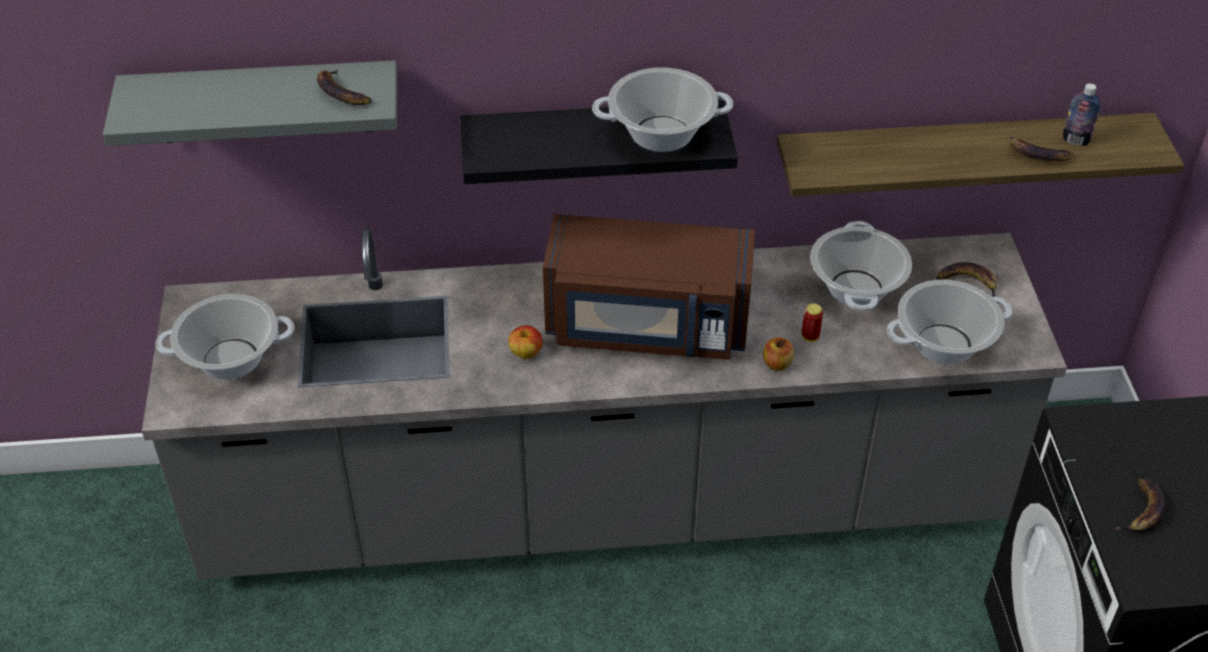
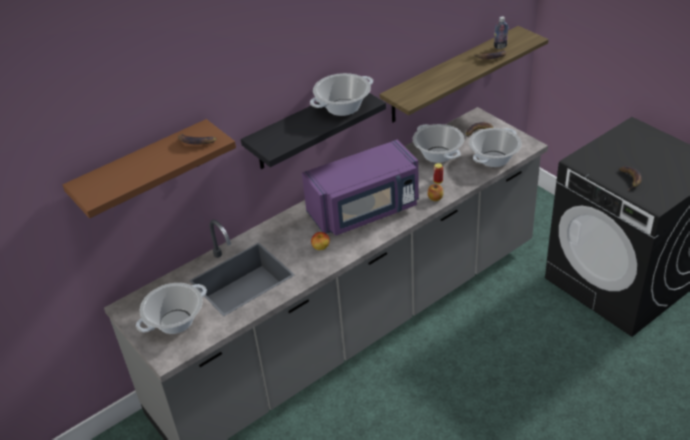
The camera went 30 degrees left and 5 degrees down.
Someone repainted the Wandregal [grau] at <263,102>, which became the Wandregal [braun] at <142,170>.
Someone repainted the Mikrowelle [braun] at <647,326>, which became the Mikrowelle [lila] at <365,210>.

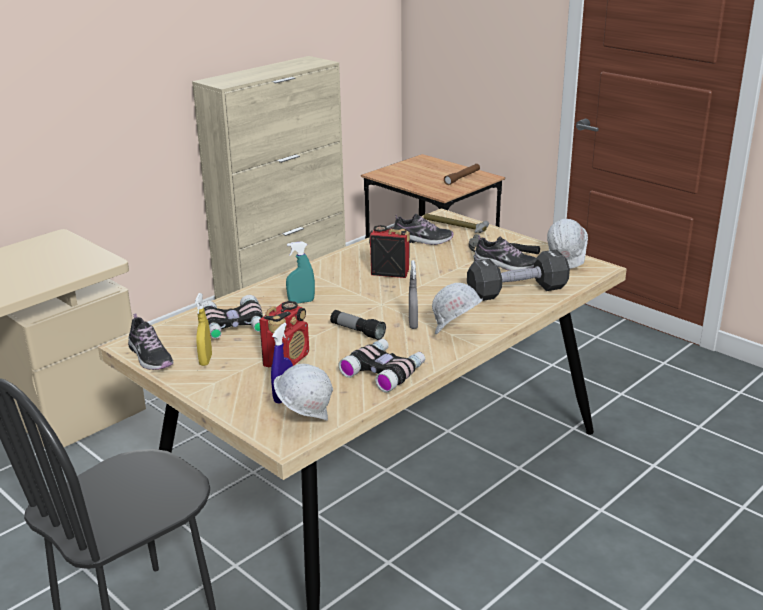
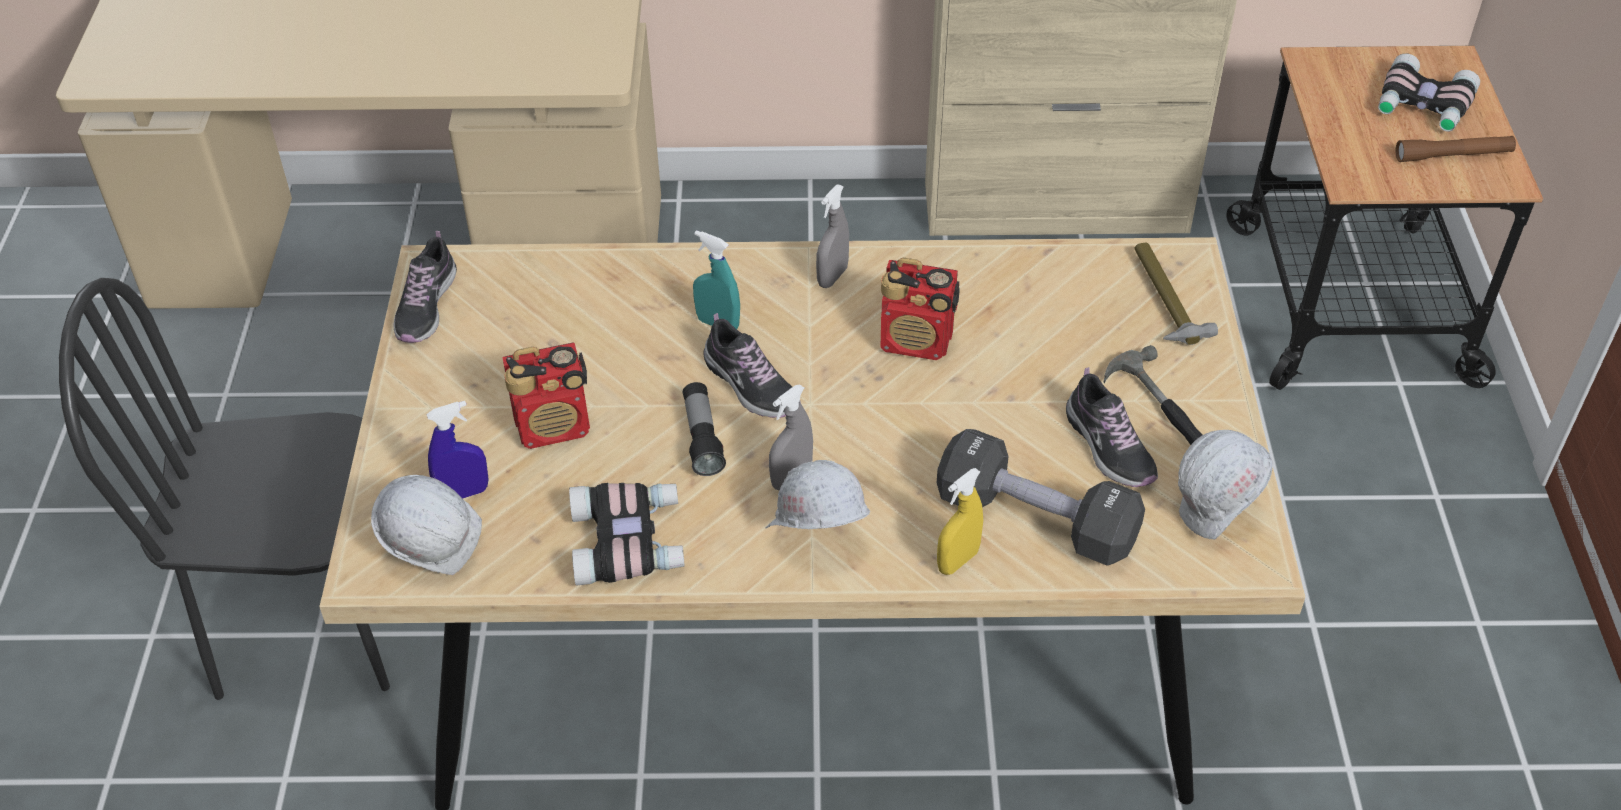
The camera went 45 degrees right and 20 degrees up.
Someone carried the Schuh from <422,240> to <750,385>.
Someone put down the Sprühflasche [grau] at <832,277>.
Someone rotated the Radio at <390,272> by 135 degrees clockwise.
Someone carried the Sprühflasche [gelb] from <205,360> to <957,561>.
Someone carried the Fernglas from <233,326> to <1422,106>.

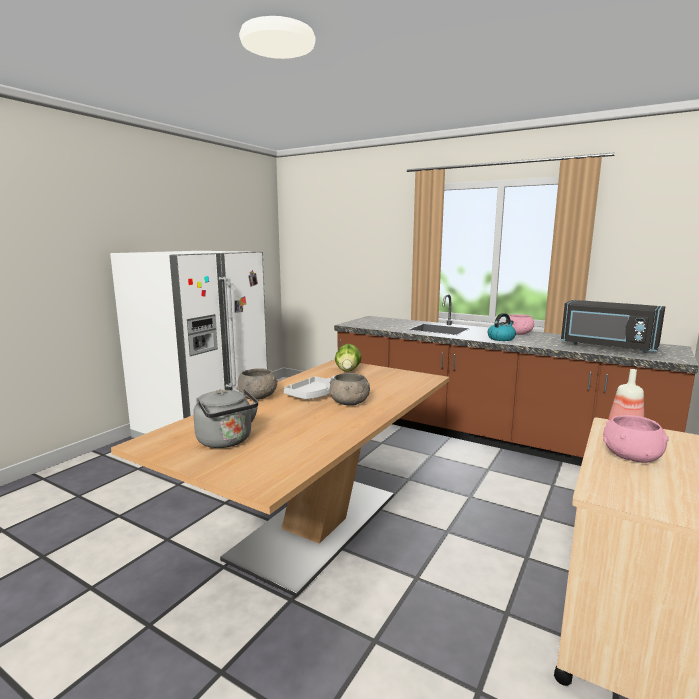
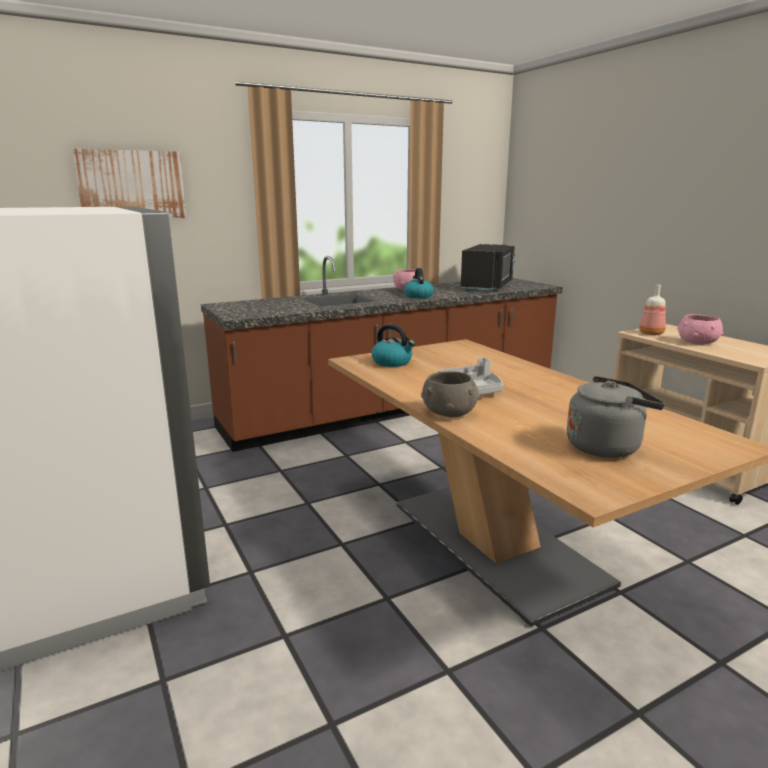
The camera went 60 degrees left and 5 degrees up.
Someone put up the Bild at <132,185>.
Someone swapped the Salatkopf at <348,371> for the Wasserkessel at <392,362>.
Someone rotated the Mikrowelle [schwarz] at <607,346> by 45 degrees counterclockwise.
Someone took away the Schüssel [grau] at <349,403>.

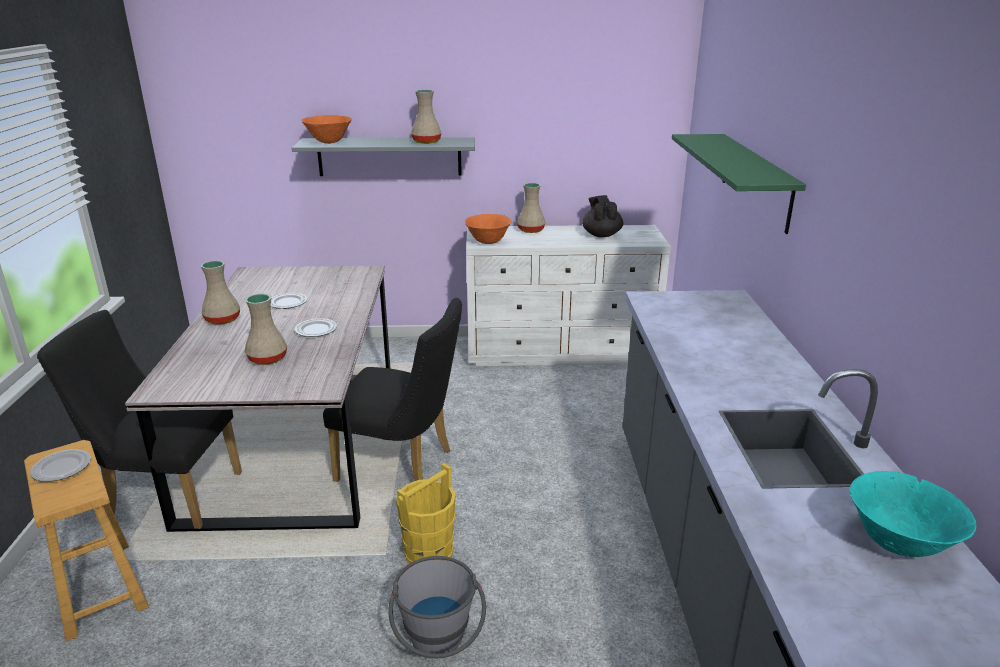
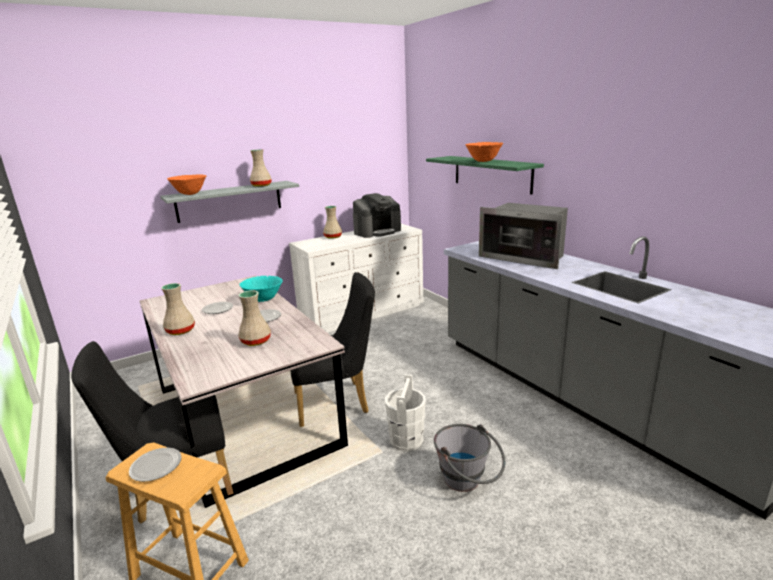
The camera went 30 degrees left and 5 degrees down.
Someone carried the Schüssel [türkis] from <897,544> to <263,300>.
Someone swapped the Teekanne [schwarz] at <601,235> for the Kaffeemaschine at <377,231>.
Someone repainted the Eimer [gelb] at <429,551>, which became the Eimer [weiß] at <406,439>.
Someone carried the Schüssel [orange] from <488,242> to <483,161>.
Someone put down the Mikrowelle at <524,257>.

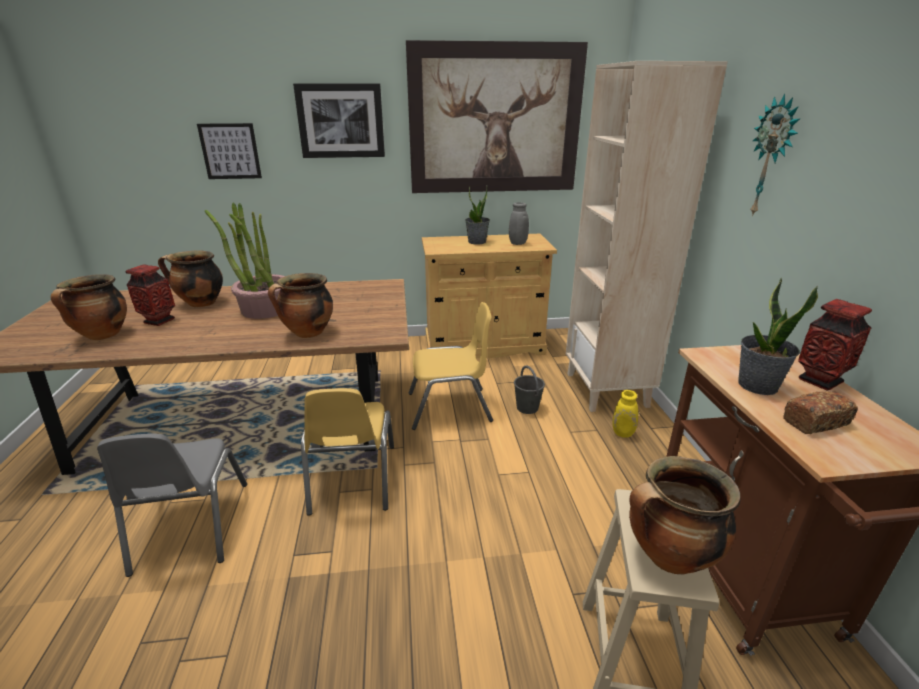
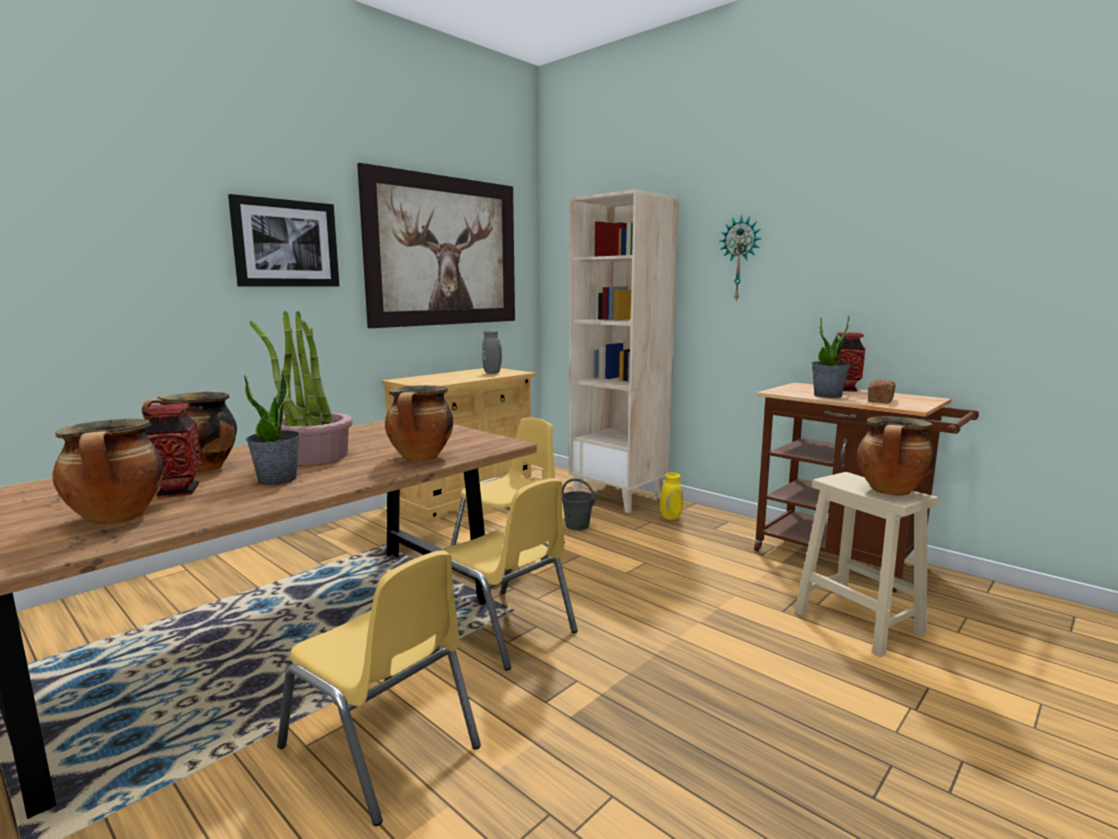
The camera went 40 degrees left and 15 degrees down.
Someone carried the Topfpflanze from <477,242> to <278,479>.
Someone repainted the Stuhl [grau] at <190,527>, which became the Stuhl [gelb] at <381,747>.
Someone took away the Bild at <230,151>.

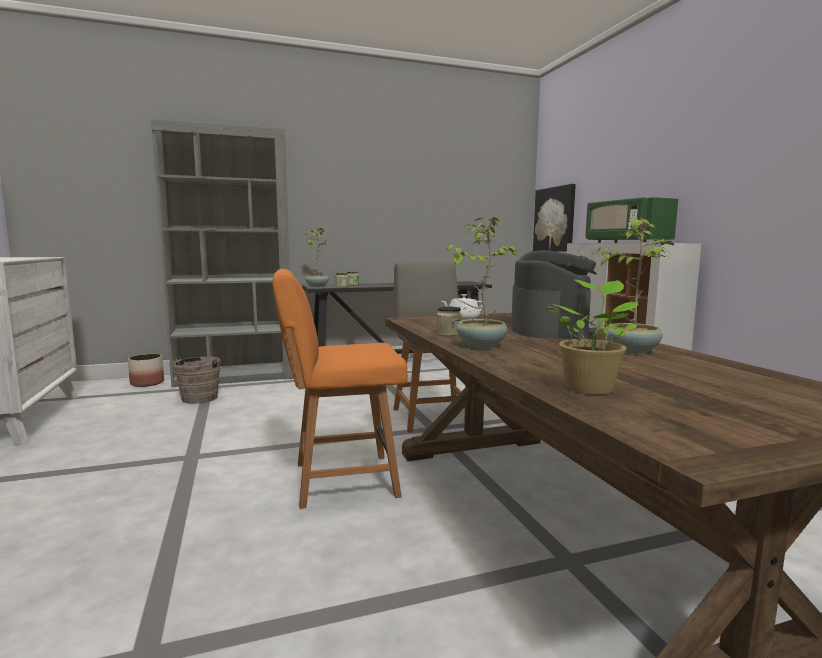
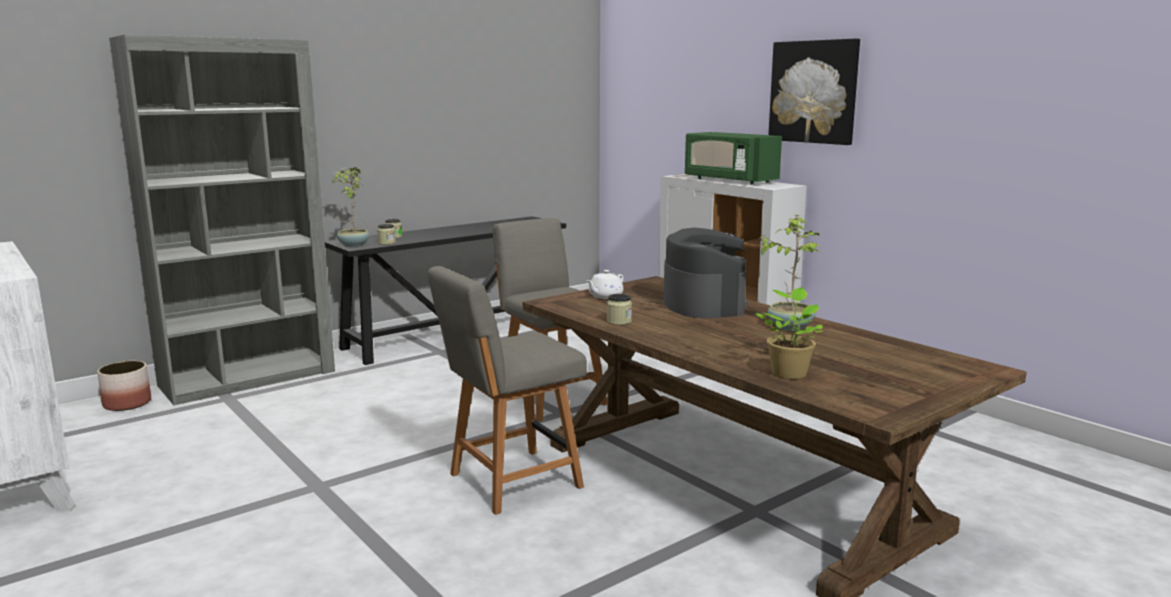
The camera went 20 degrees left and 5 degrees up.
Someone repainted the Stuhl [orange] at <340,480>, which became the Stuhl [grau] at <511,482>.
Someone carried the Bild from <554,219> to <814,92>.
Someone took away the Eimer [braun] at <197,399>.
Someone took away the Topfpflanze at <480,345>.

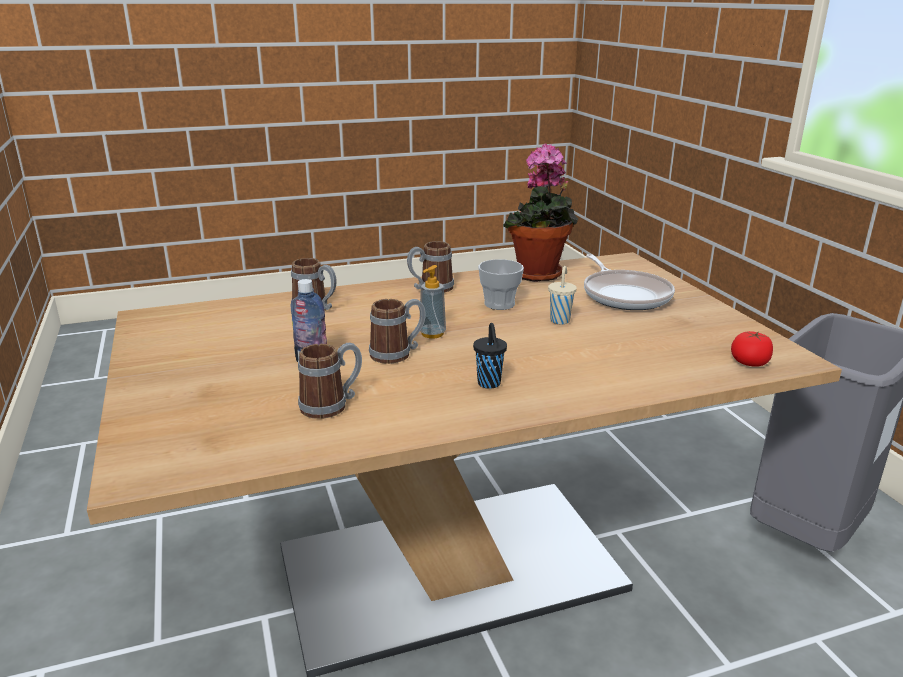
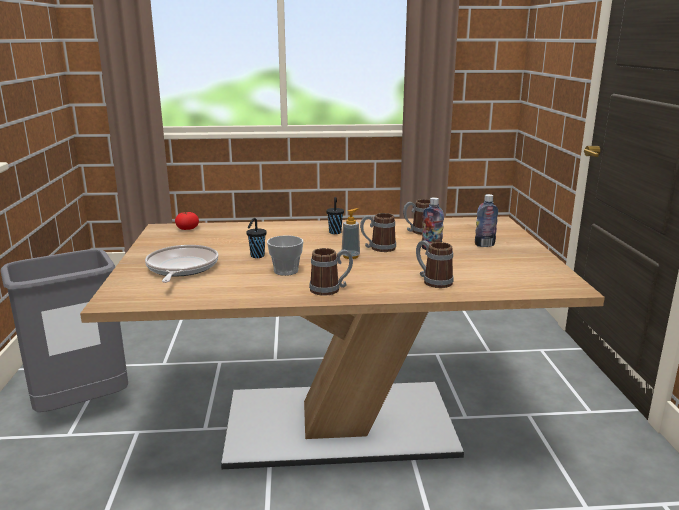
The camera went 165 degrees left and 5 degrees down.
Someone repainted the Tasse [beige] at <560,320>, which became the Tasse [schwarz] at <257,256>.
Someone put down the Flasche at <484,245>.
Someone took away the Topfpflanze at <538,276>.

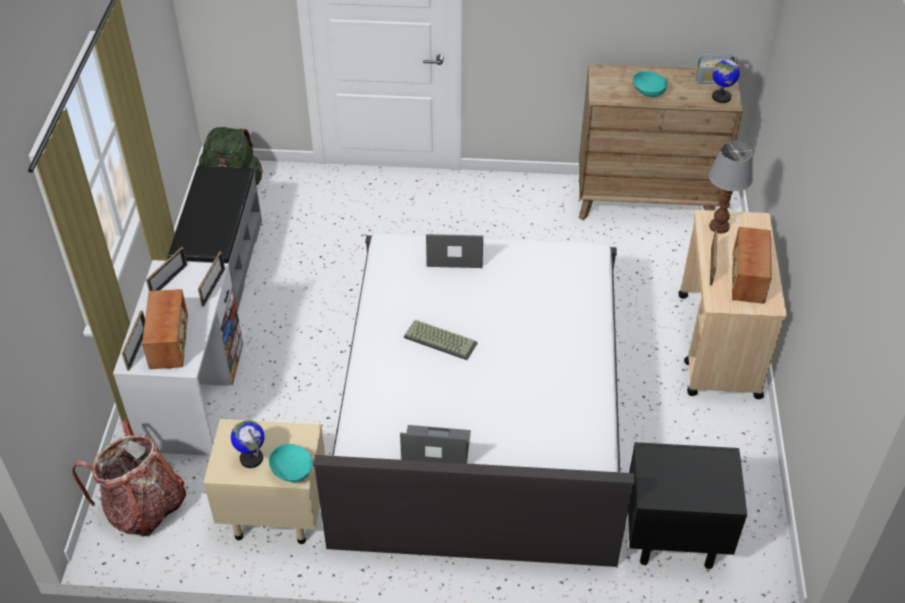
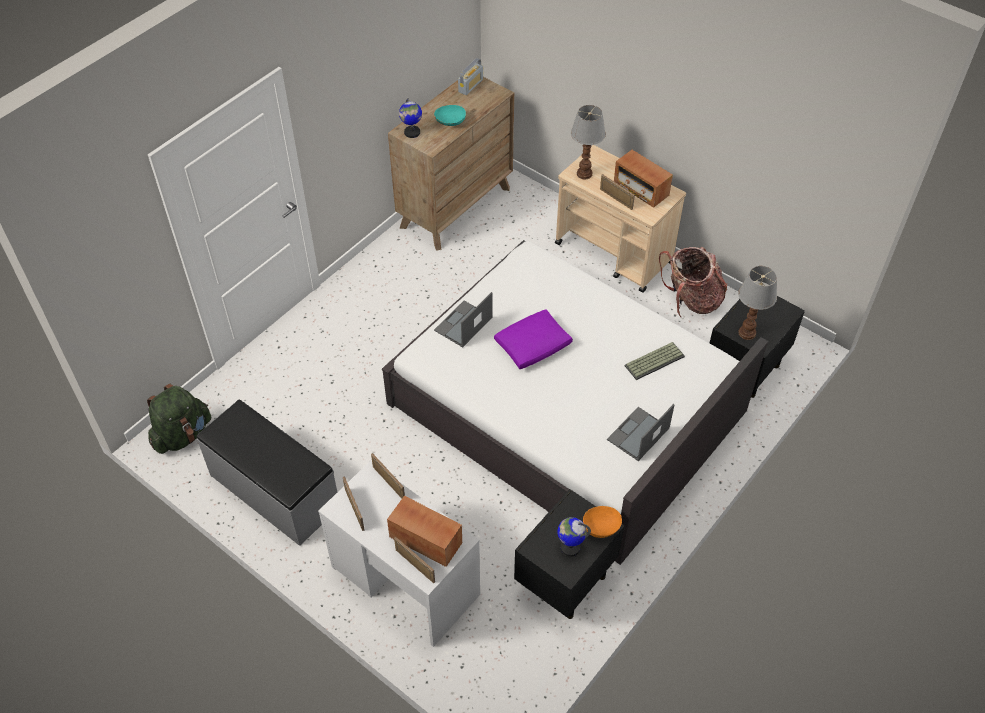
The camera went 55 degrees left and 5 degrees up.
Someone carried the Globus from <721,97> to <412,132>.
Someone put down the Kissen [lila] at <532,346>.
Someone repainted the Nachttisch [beige] at <274,513>, which became the Nachttisch [schwarz] at <564,582>.
Someone repainted the Schüssel [türkis] at <292,471>, which became the Schüssel [orange] at <601,527>.
Someone carried the Tastatur from <441,340> to <654,360>.
Someone carried the Rucksack from <144,507> to <691,300>.
Someone put down the Tischlampe at <746,333>.

